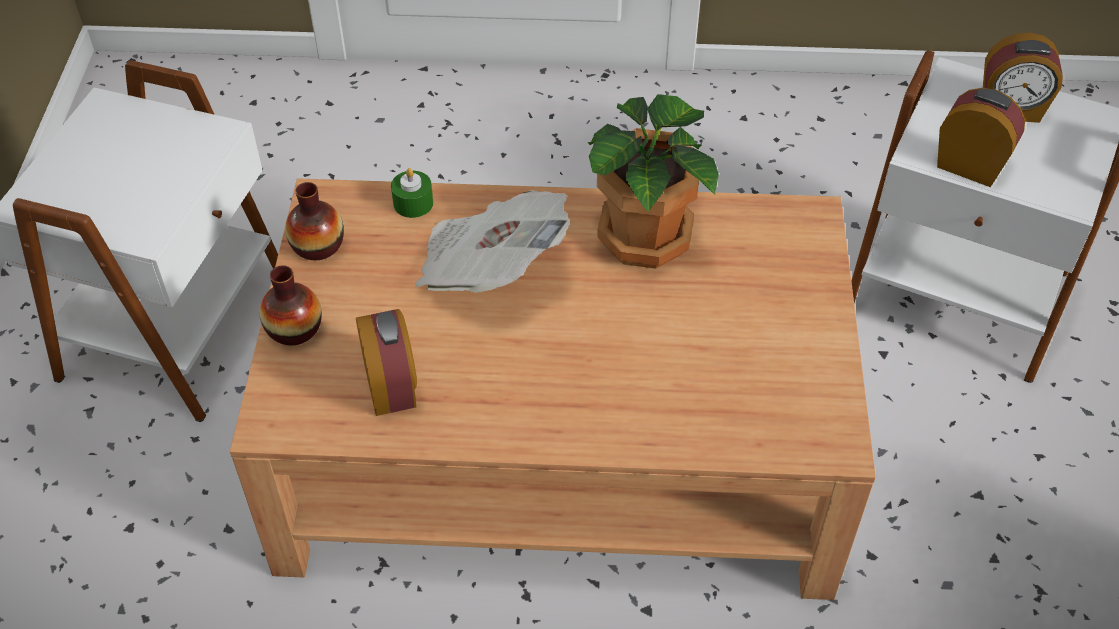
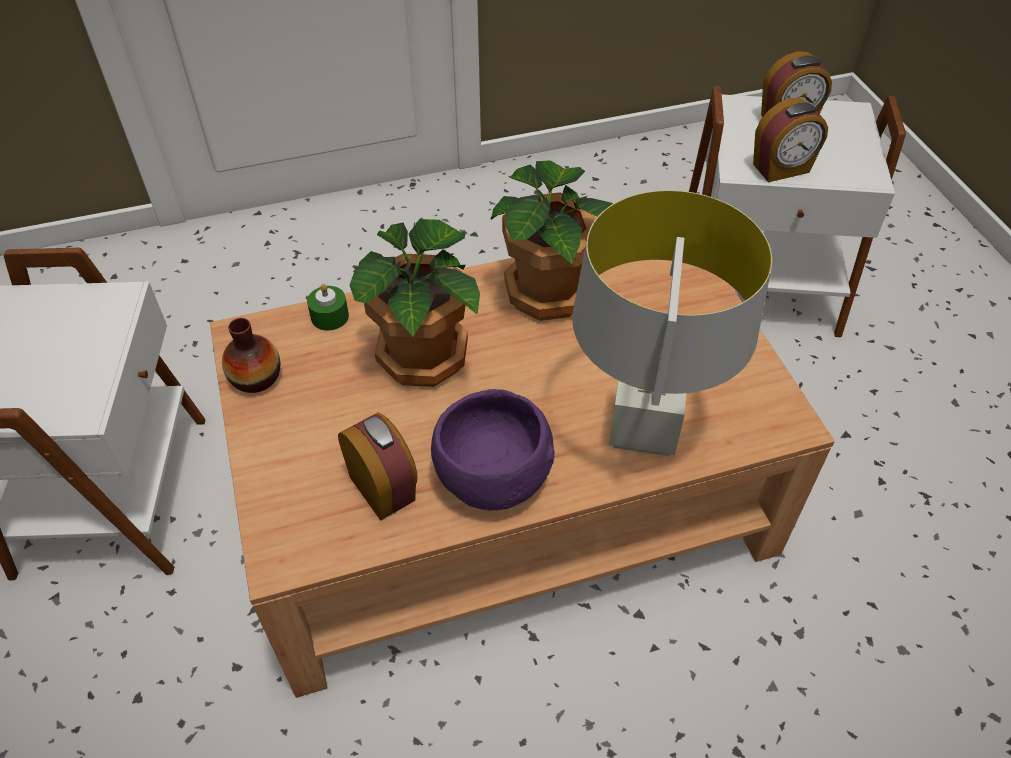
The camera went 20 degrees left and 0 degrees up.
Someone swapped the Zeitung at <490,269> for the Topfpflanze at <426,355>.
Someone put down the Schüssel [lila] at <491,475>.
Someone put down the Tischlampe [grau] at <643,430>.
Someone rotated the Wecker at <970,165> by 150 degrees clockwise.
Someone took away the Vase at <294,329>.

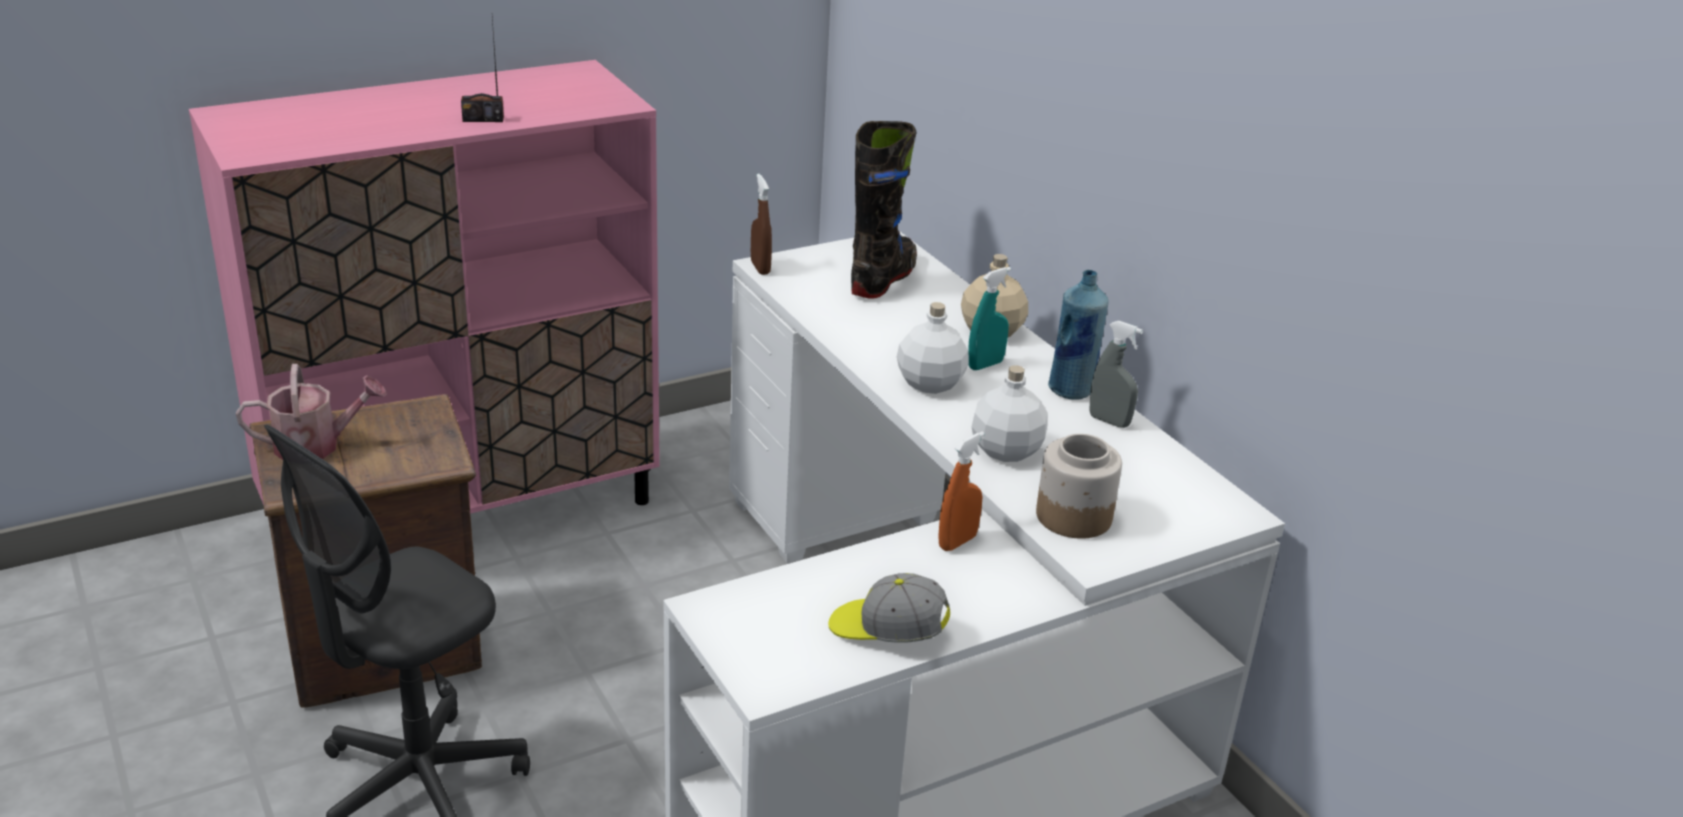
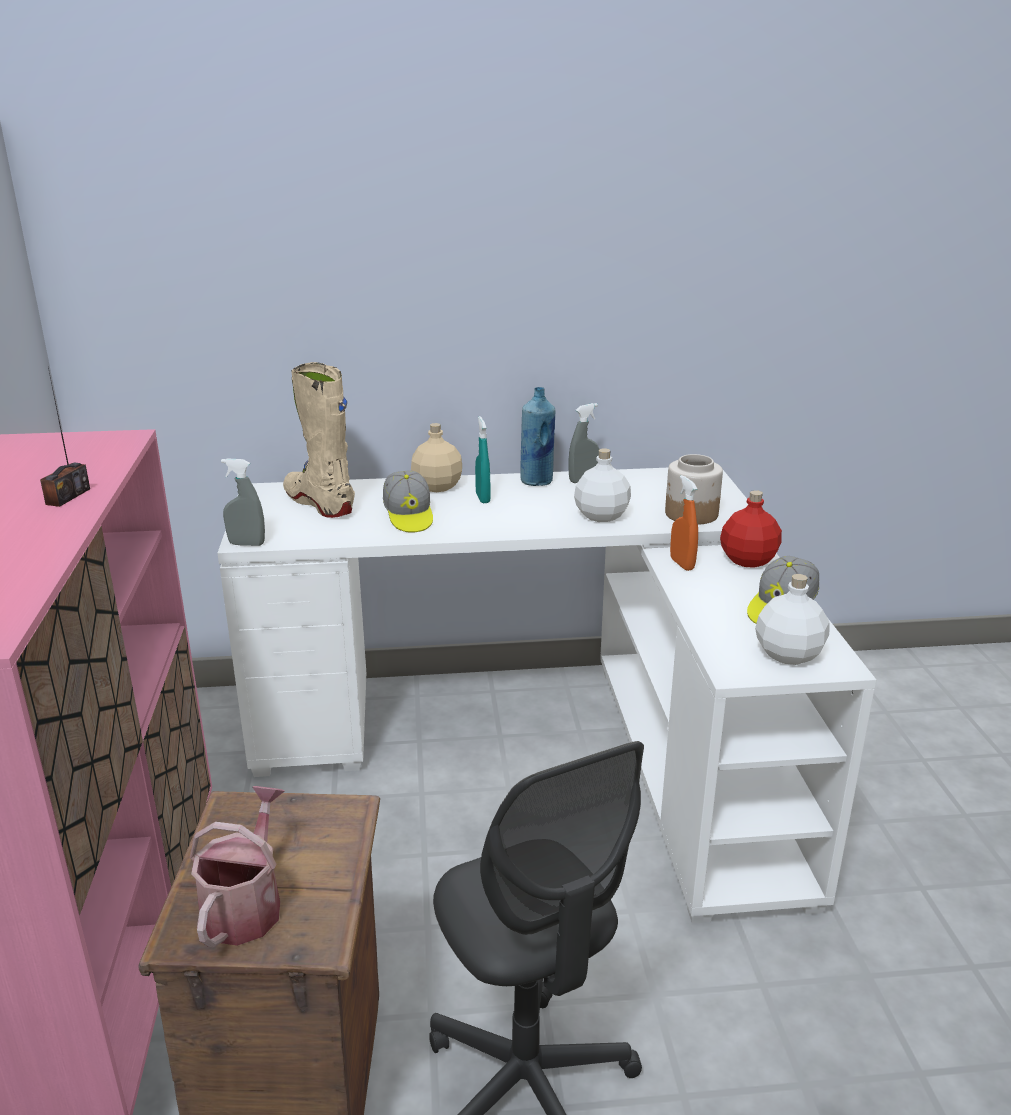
The camera went 65 degrees left and 5 degrees down.
Someone repainted the Sprühflasche [braun] at <760,268>, which became the Sprühflasche [grau] at <247,544>.
Someone repainted the Stiefel [schwarz] at <883,279>, which became the Stiefel [beige] at <319,503>.
Someone put down the Kappe at <409,516>.
Someone put down the Flasche [rot] at <747,560>.
Someone carried the Flasche [weiß] from <931,384> to <789,654>.

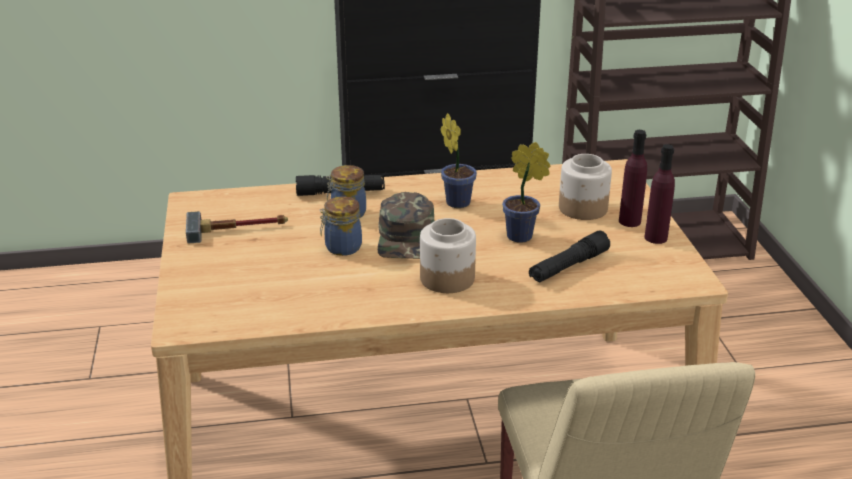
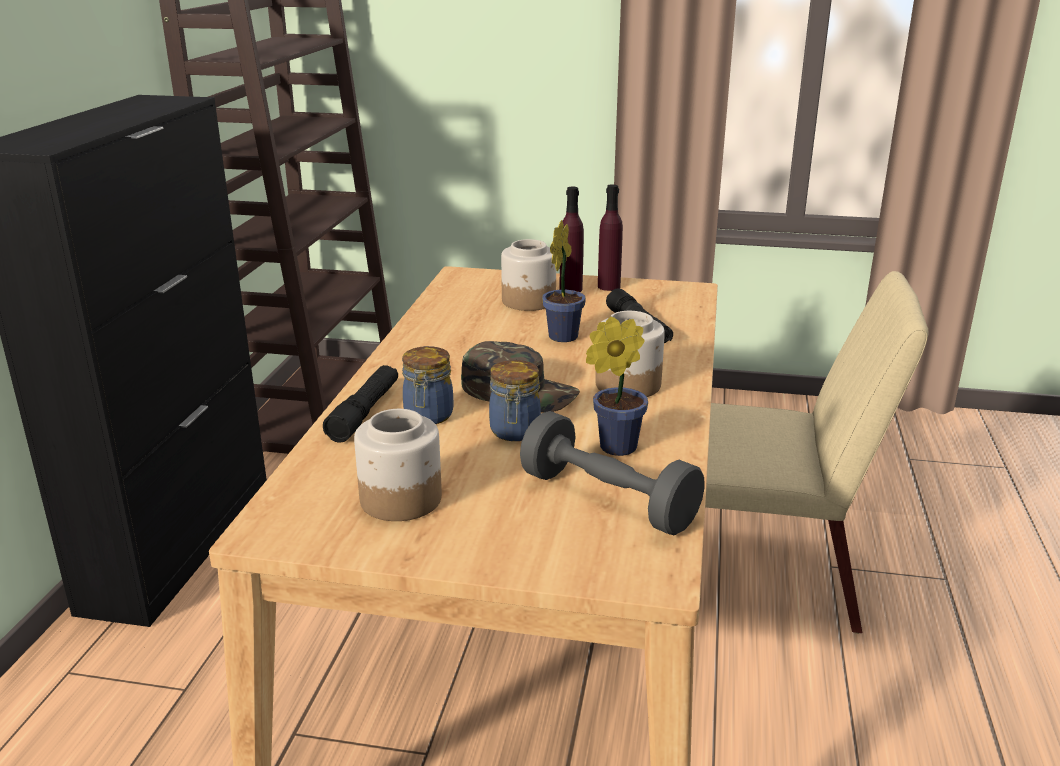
The camera went 70 degrees left and 5 degrees down.
Someone swapped the Hammer at <238,229> for the Vorratsglas at <399,499>.
Someone put down the Hantel [grau] at <608,500>.
Someone carried the Topfpflanze from <456,201> to <613,447>.

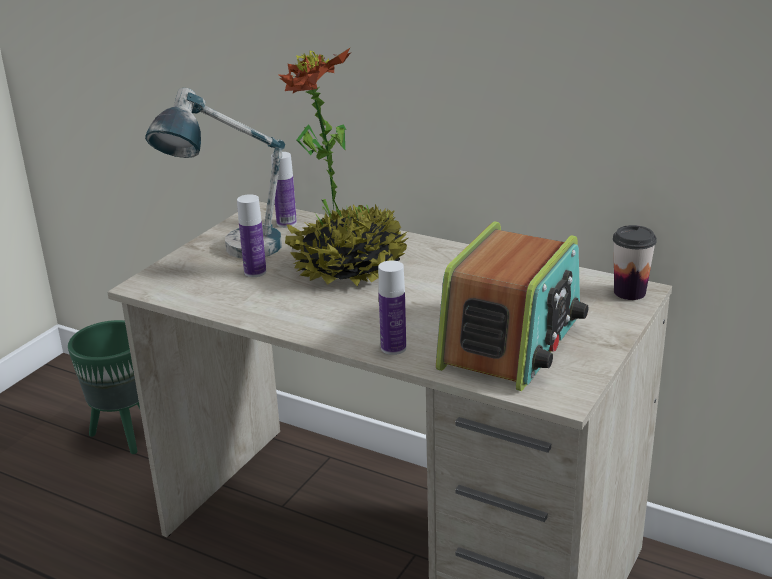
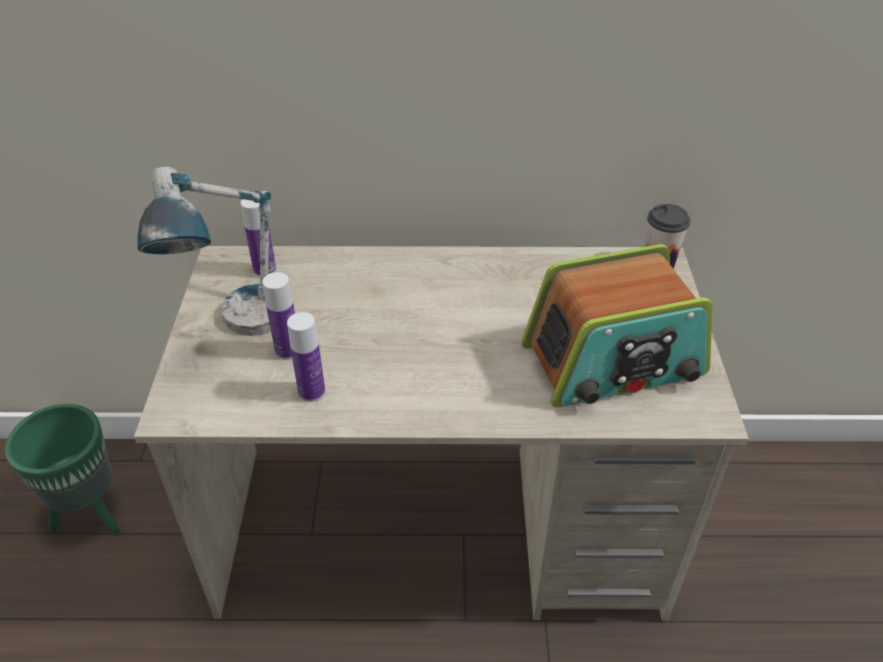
The camera went 30 degrees left and 15 degrees up.
Someone carried the Flasche from <393,348> to <311,392>.
Someone rotated the Radio at <512,342> by 75 degrees clockwise.
Someone took away the Topfpflanze at <348,267>.

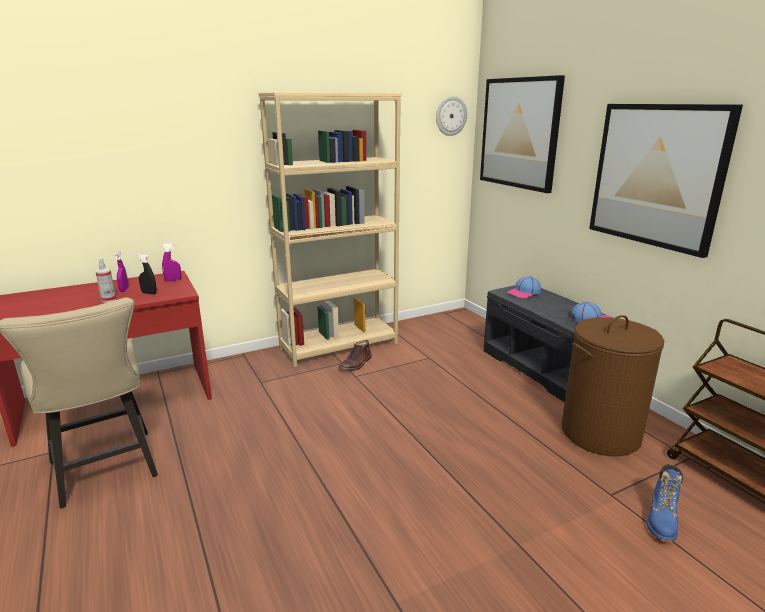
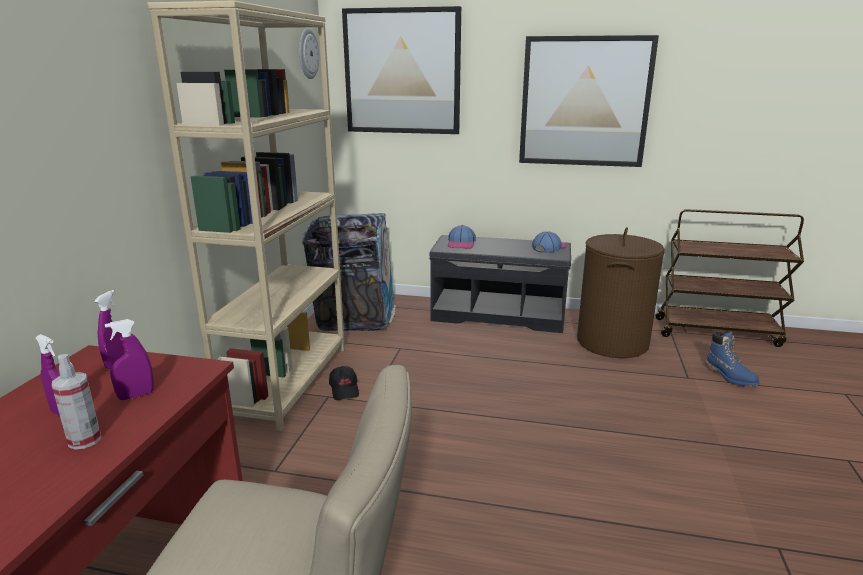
The camera went 50 degrees left and 0 degrees up.
Someone repainted the Sprühflasche [schwarz] at <149,293>, which became the Sprühflasche [lila] at <136,395>.
Someone put down the Mülleimer at <354,318>.
Someone swapped the Stiefel [braun] at <356,364> for the Kappe [schwarz] at <345,389>.

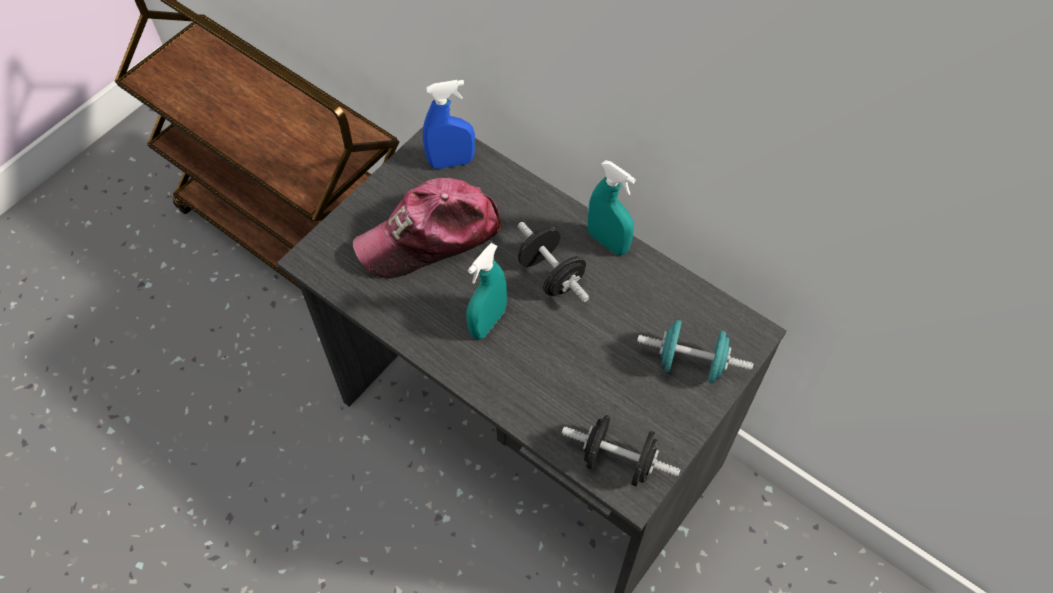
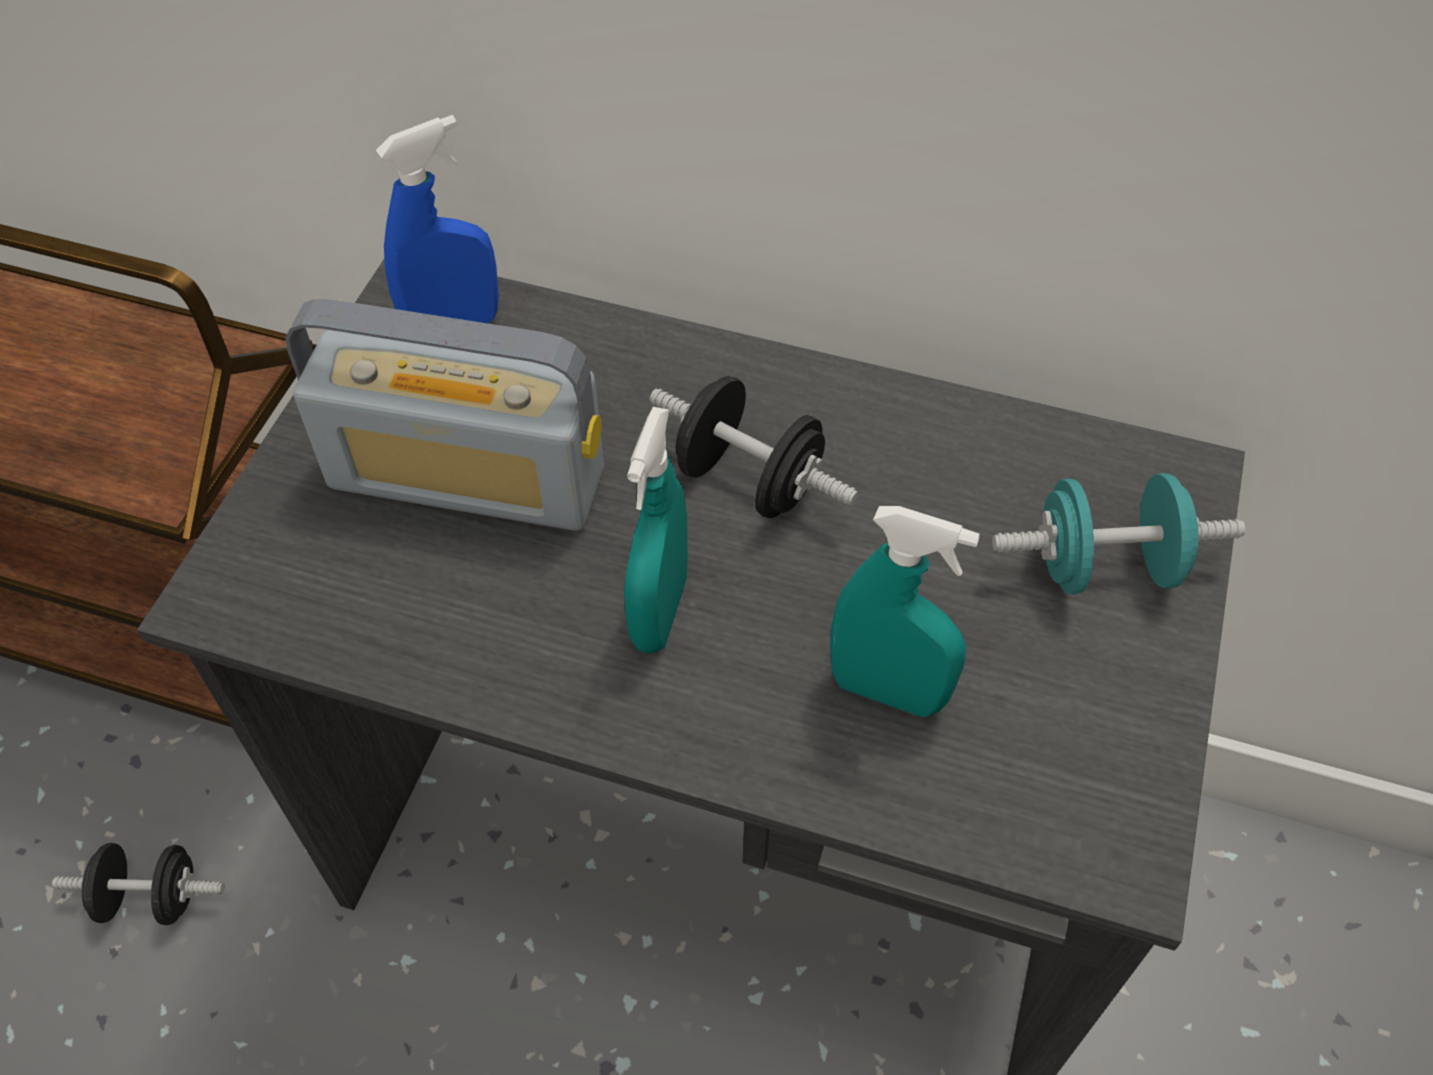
The camera went 20 degrees left and 5 degrees down.
Someone carried the Hantel [schwarz] from <618,460> to <151,898>.
Someone swapped the Kappe at <430,236> for the Radio at <467,479>.
Someone carried the Sprühflasche [türkis] from <608,242> to <887,691>.

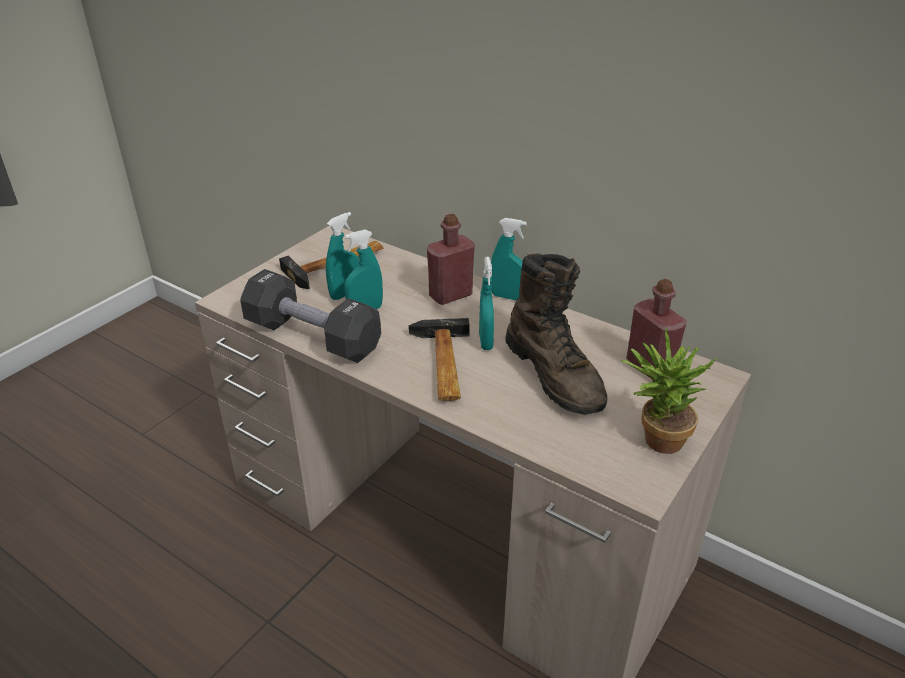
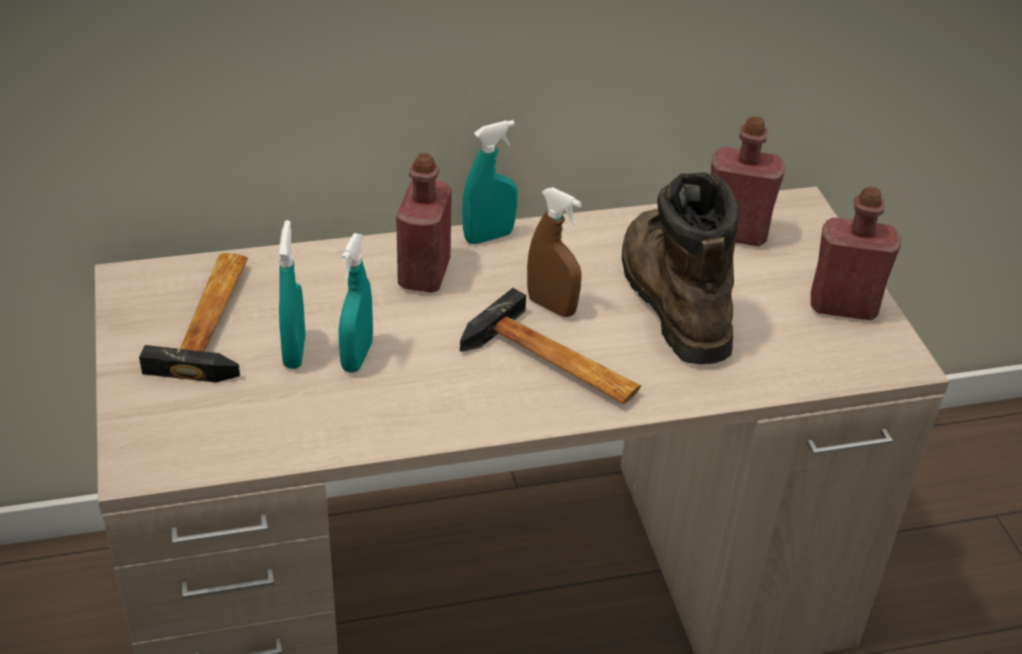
The camera went 50 degrees left and 5 degrees up.
Someone repainted the Sprühflasche [türkis] at <485,341>, which became the Sprühflasche [braun] at <551,306>.
Someone rotated the Stiefel [braun] at <555,374> by 120 degrees counterclockwise.
Someone swapped the Topfpflanze at <655,439> for the Flasche [rot] at <843,306>.
Someone took away the Hantel [schwarz] at <312,337>.

